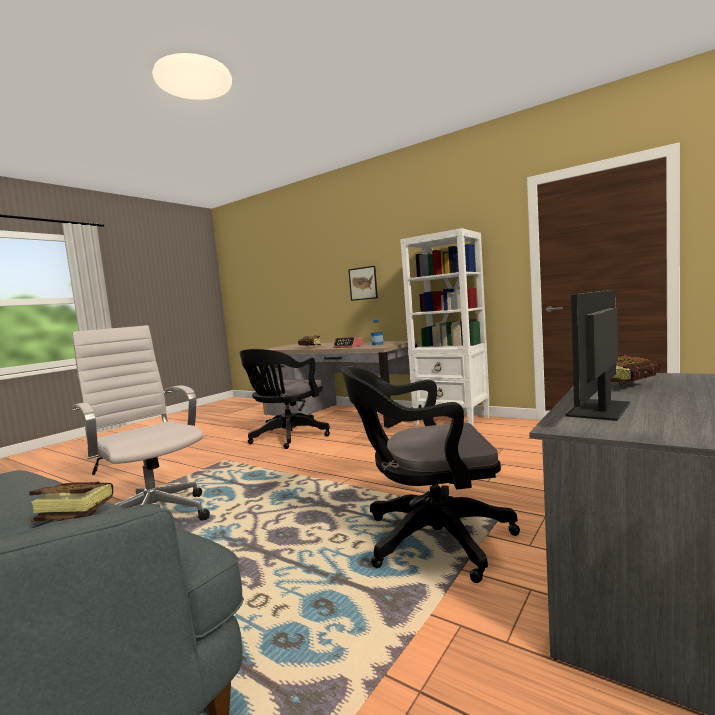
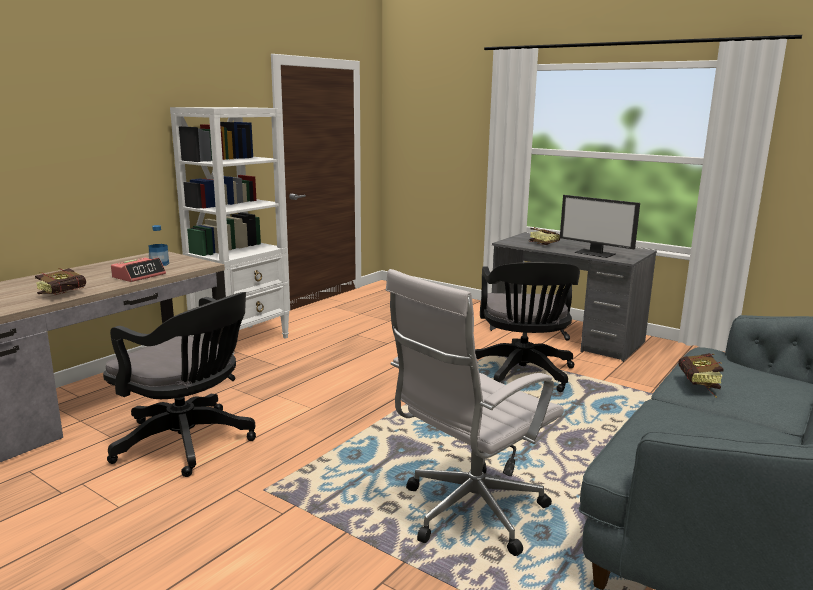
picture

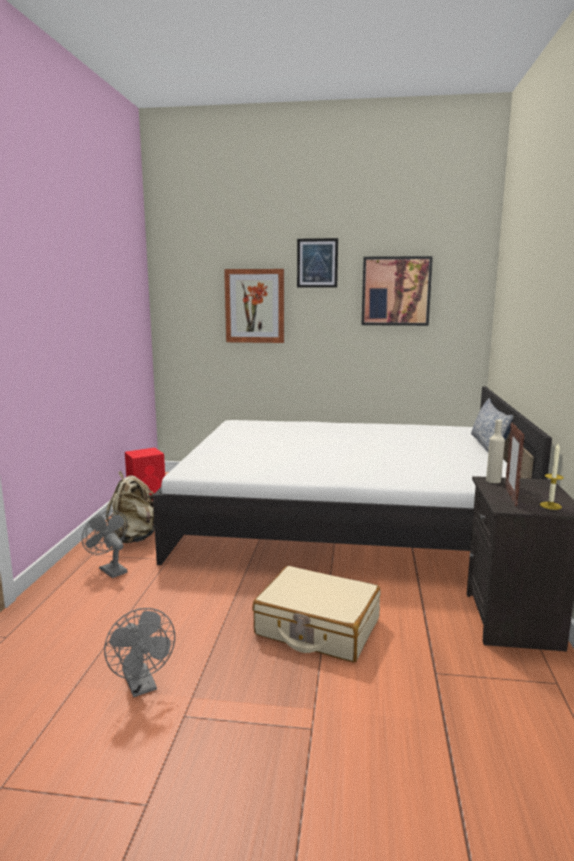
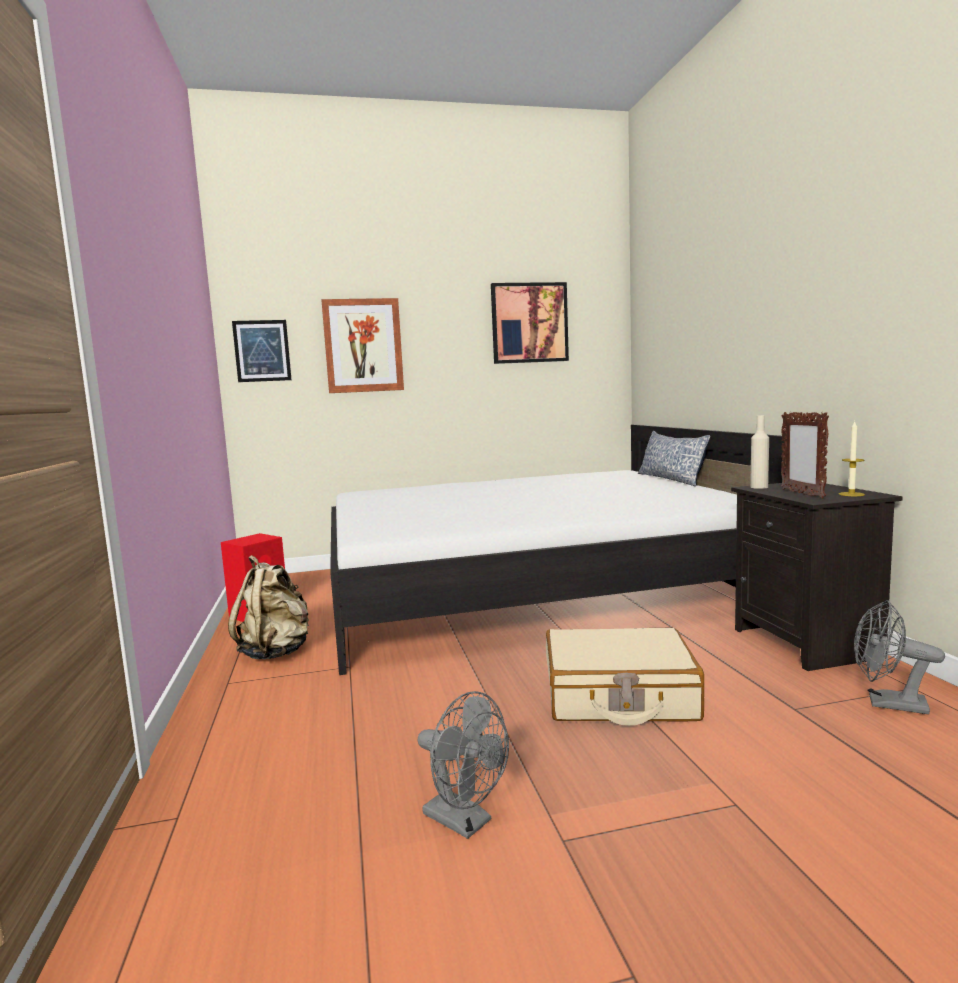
grey fan (2nd from left)
picture (1st from left)

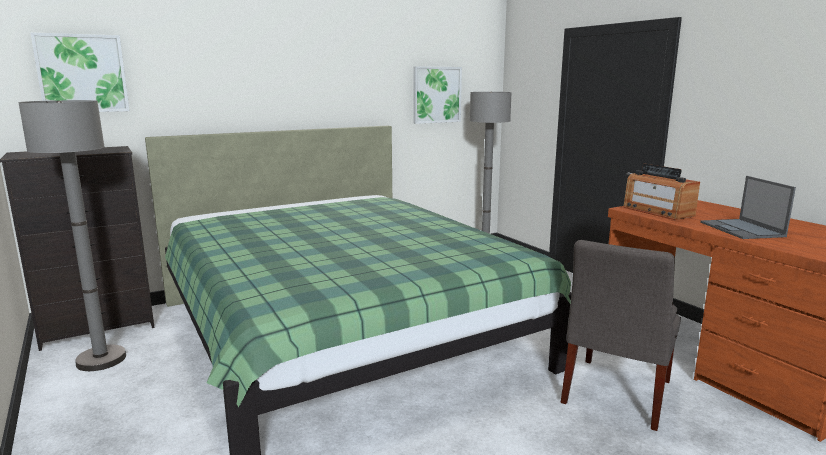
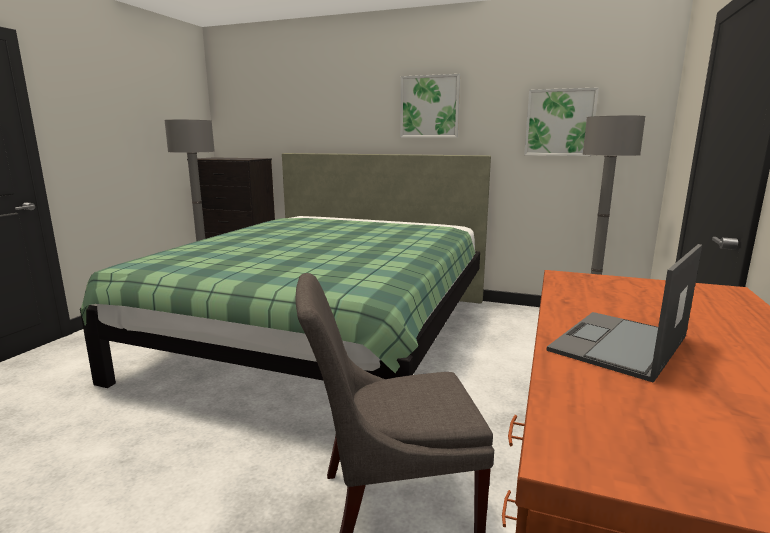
radio
picture (1st from left)

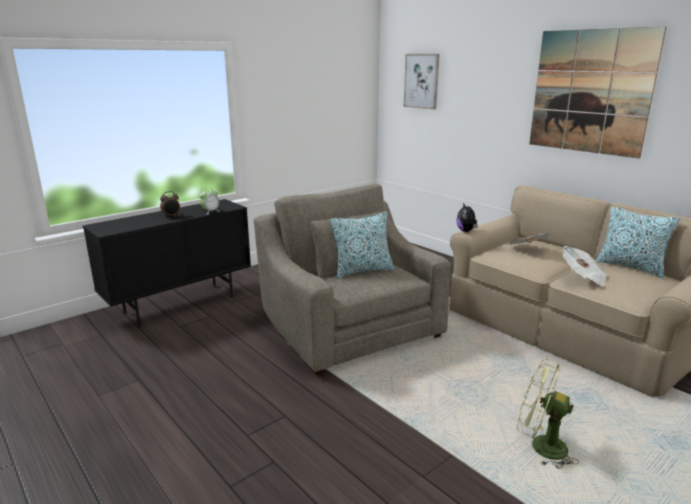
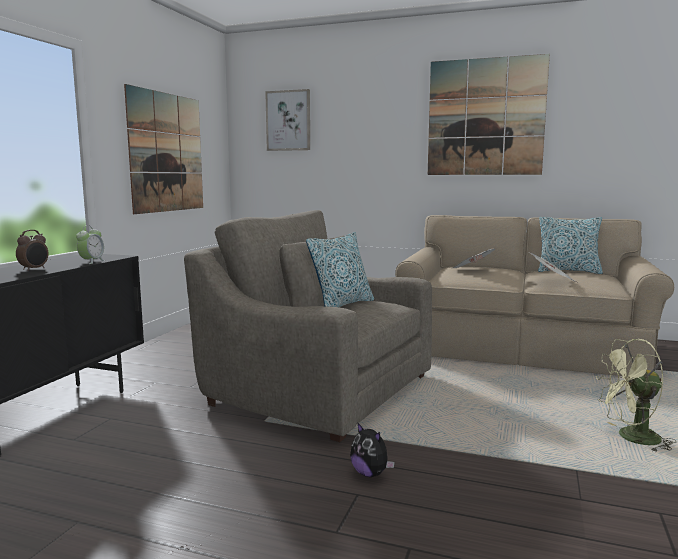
picture (1st from left)
plush toy

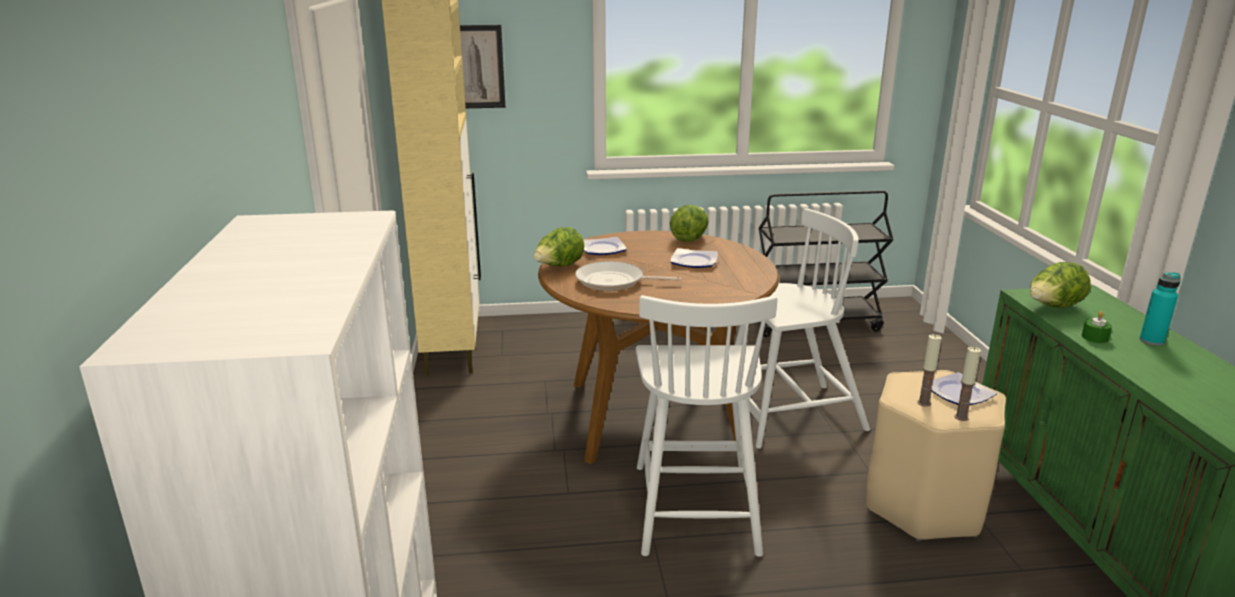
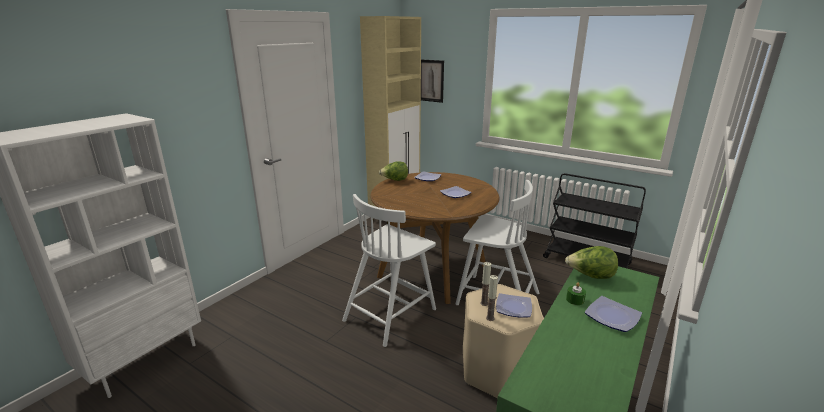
frying pan
lettuce (2nd from left in the first image)
plate (4th from left)

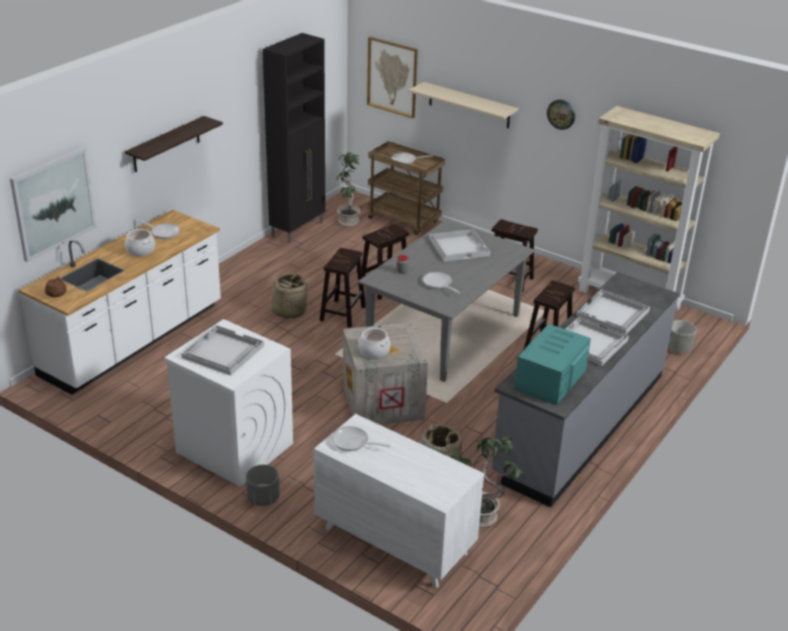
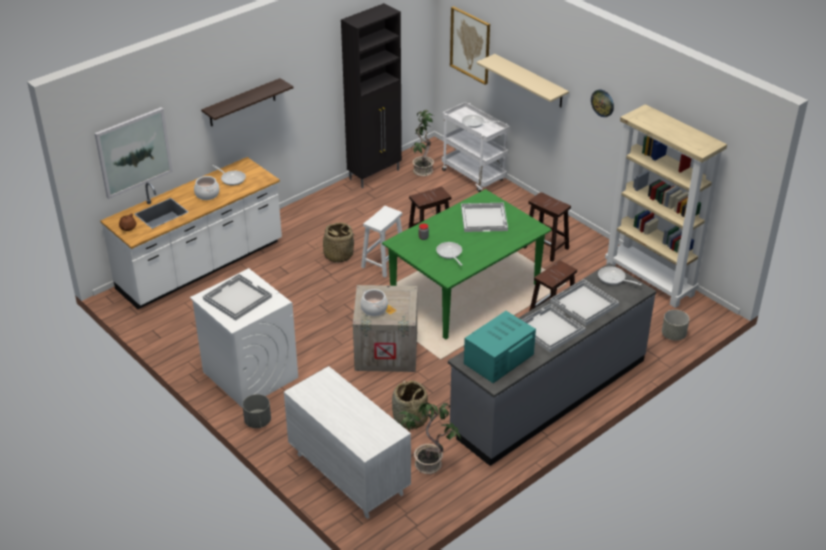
frying pan (4th from left)
white stool
green dining table
white cart

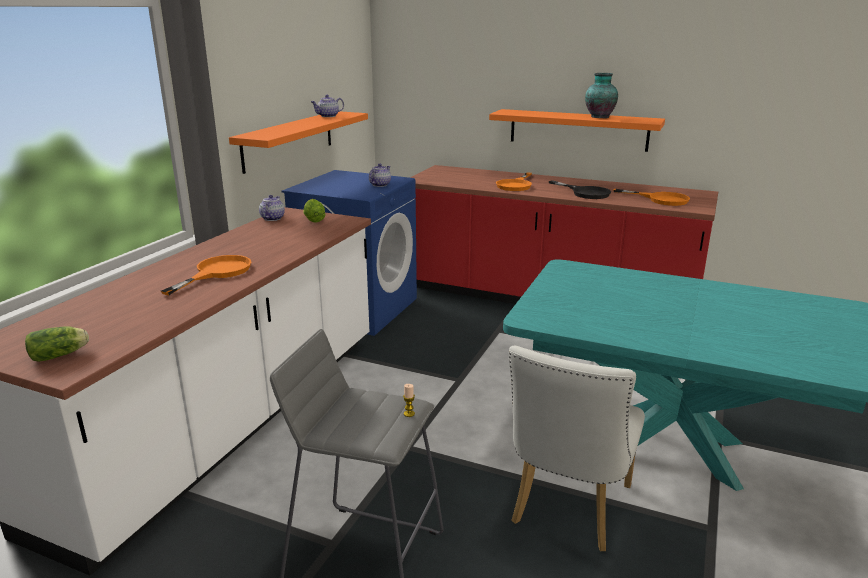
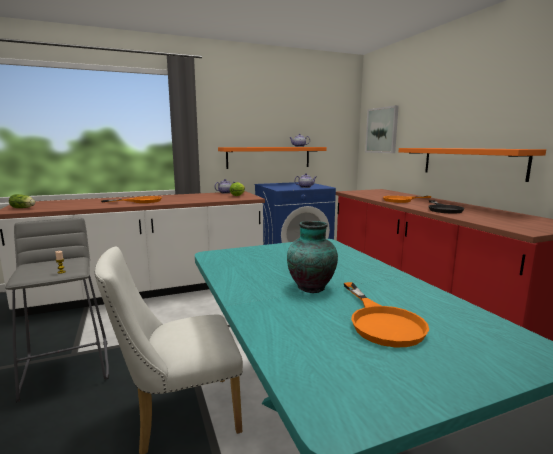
picture
vase
orange frying pan (2nd from left)

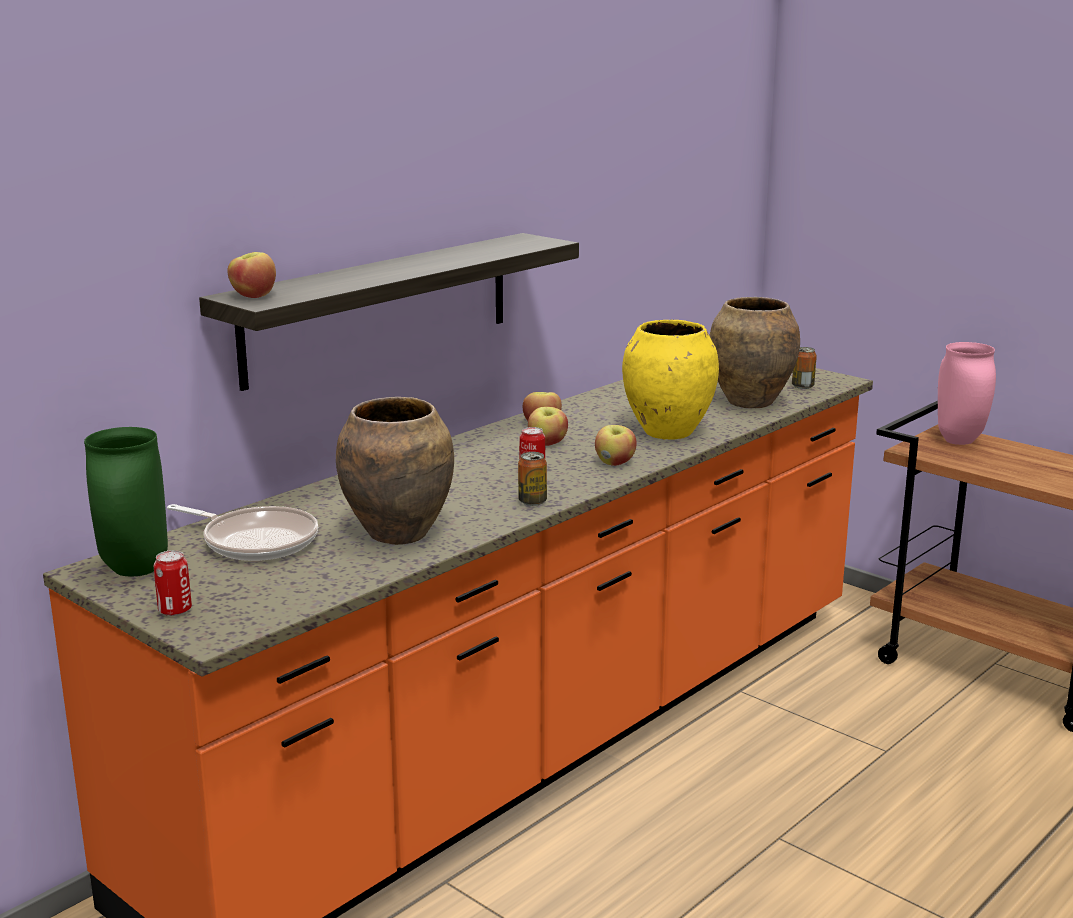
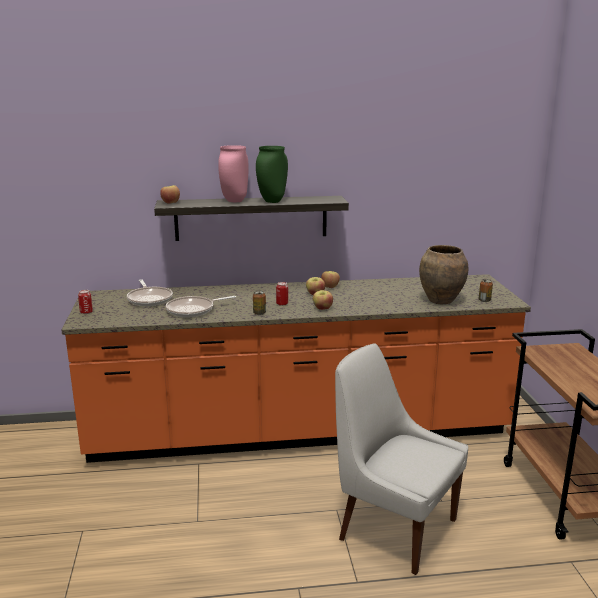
yellow vase
white chair
green vase
pink vase
frying pan (2nd from left)

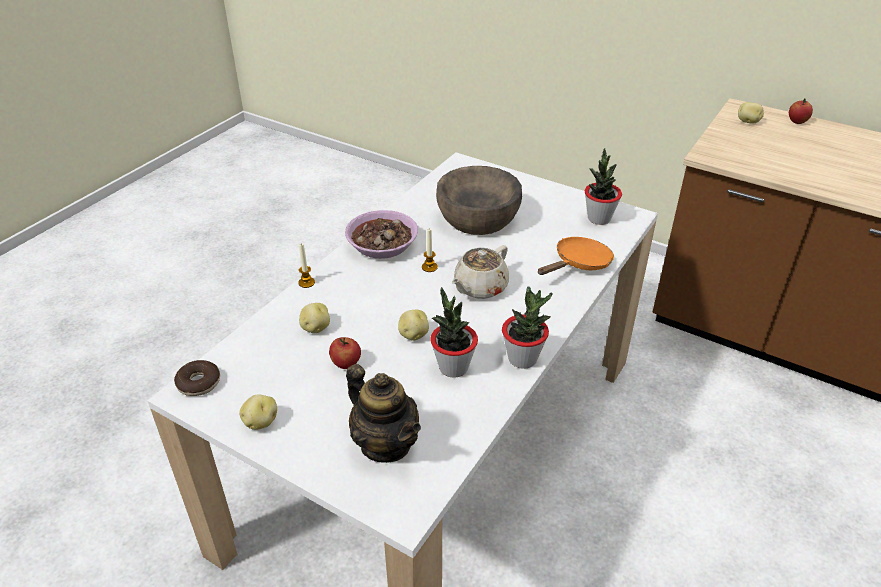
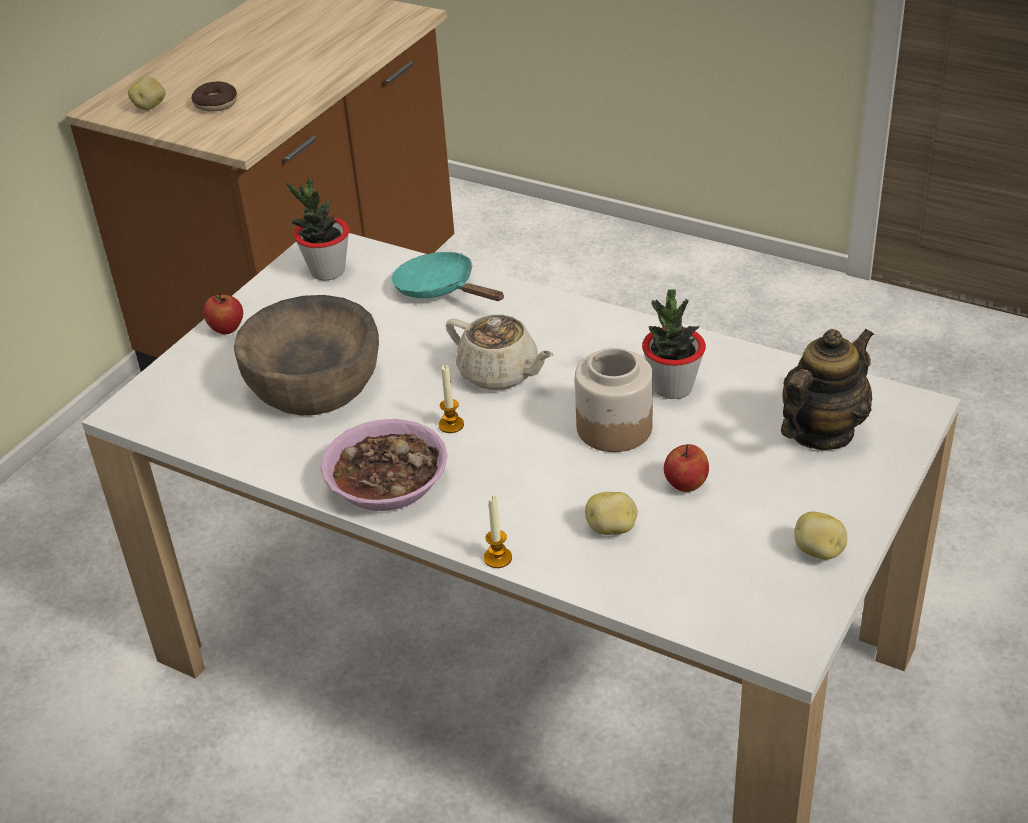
potted plant (2nd from left in the first image)
donut
apple (1st from left)
jar
turquoise frying pan

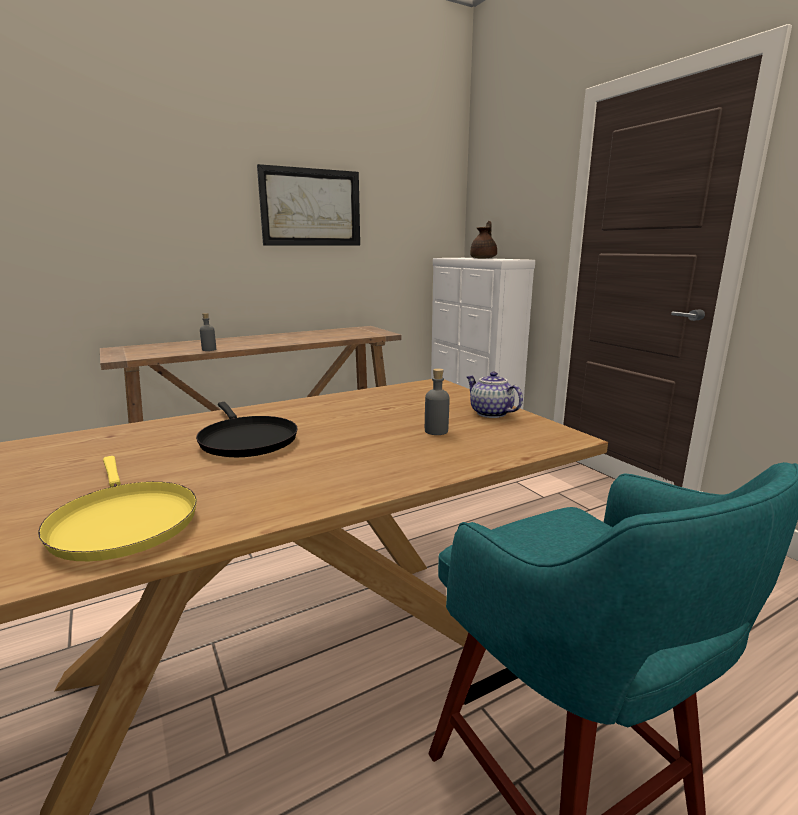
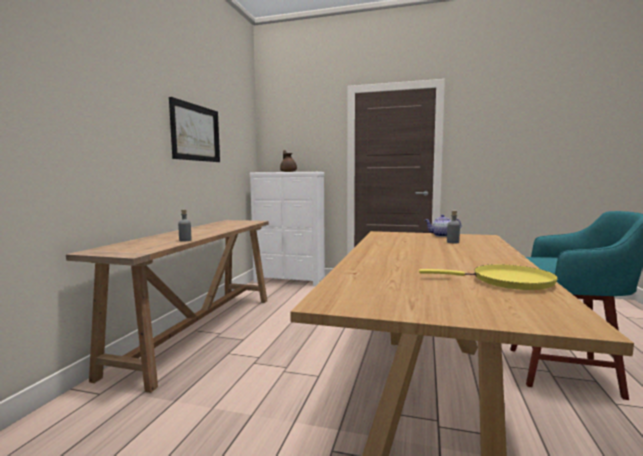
black frying pan

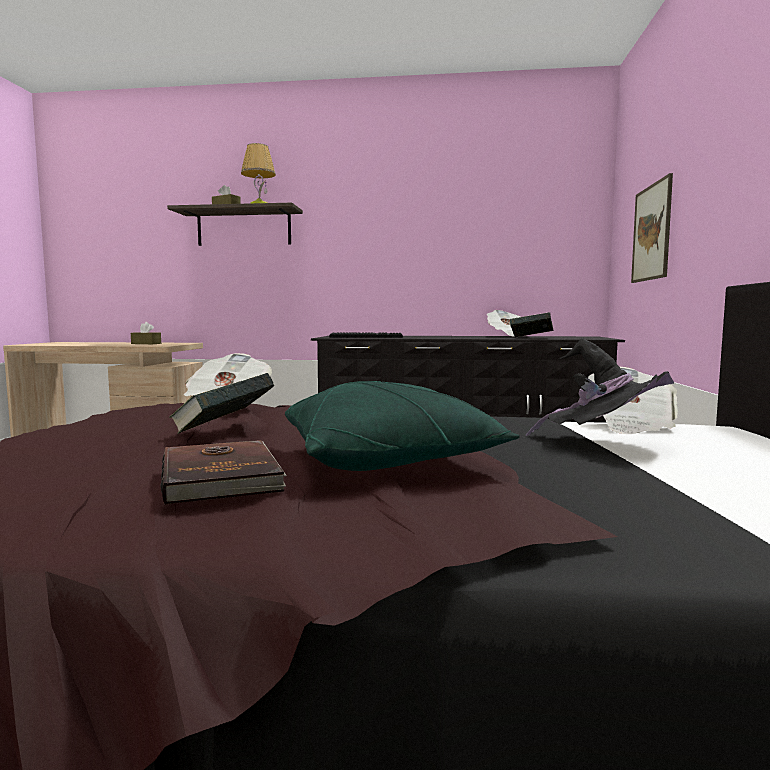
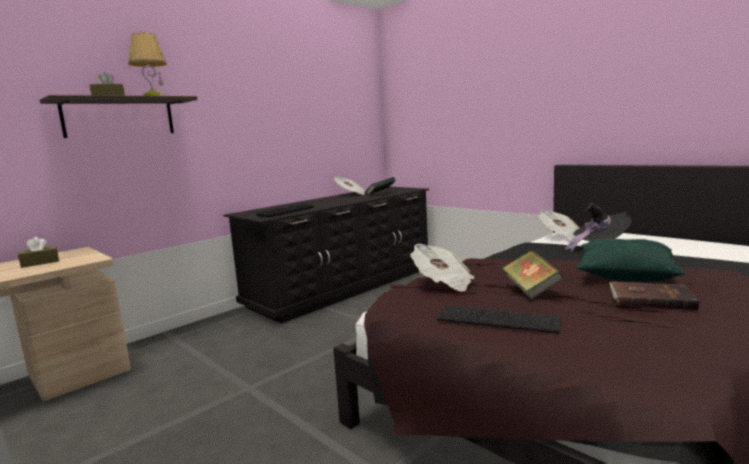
picture
keyboard (2nd from left)

